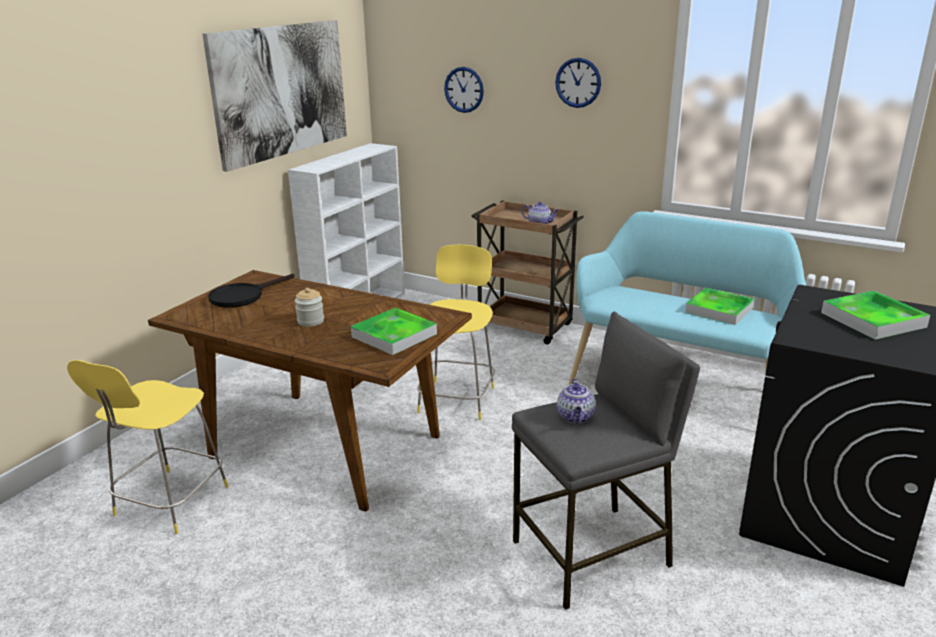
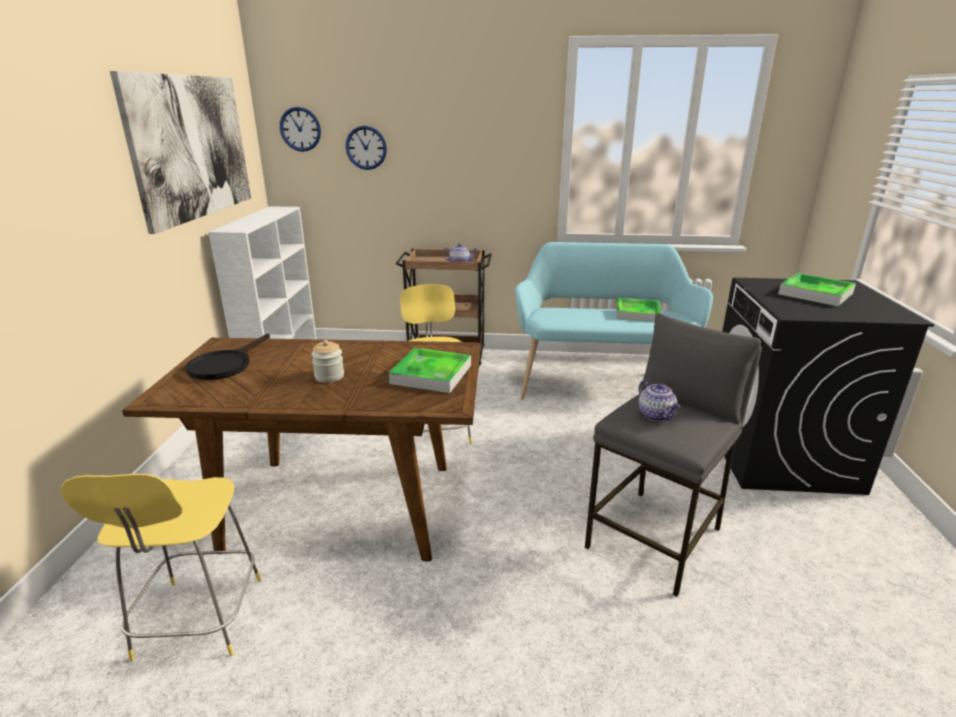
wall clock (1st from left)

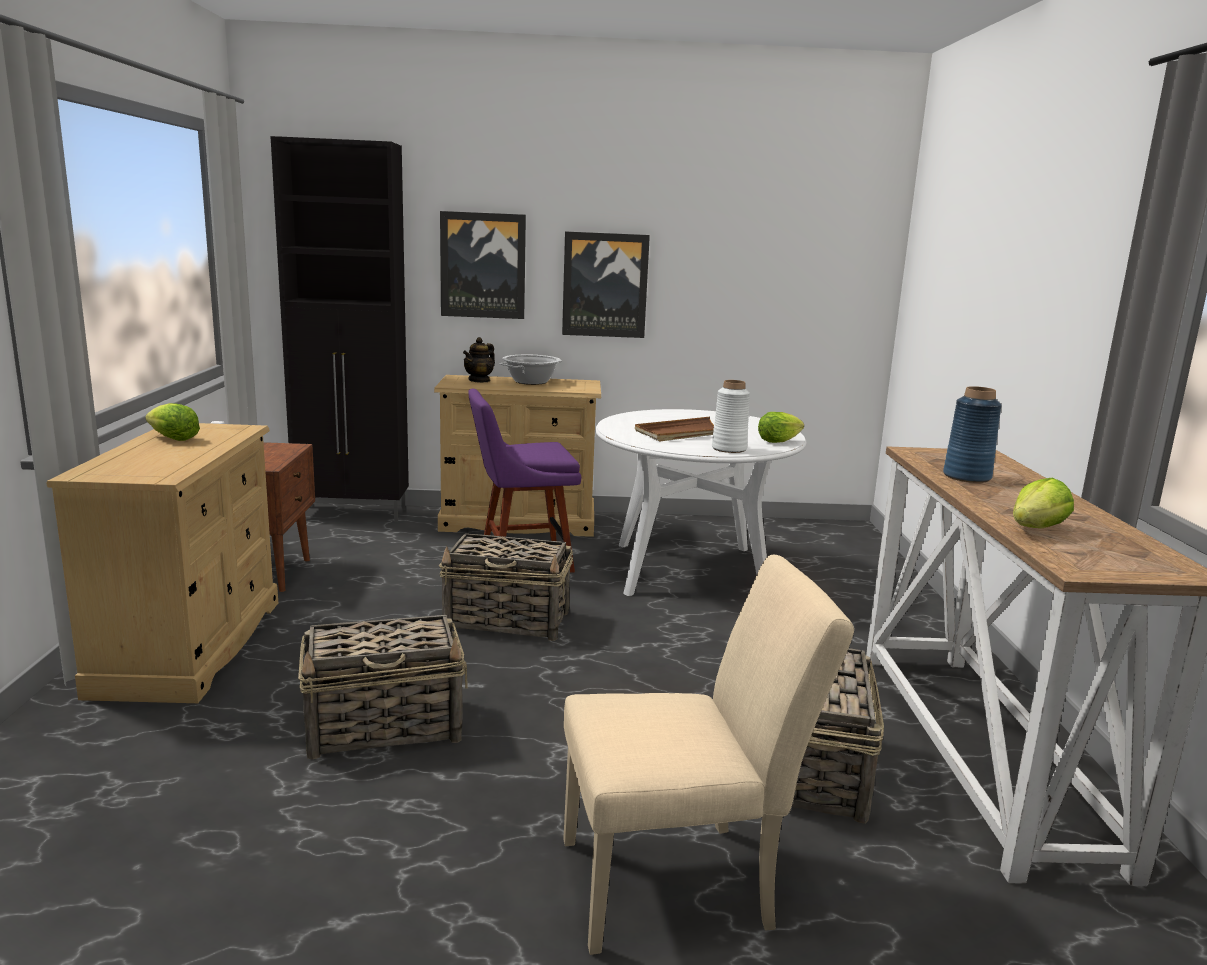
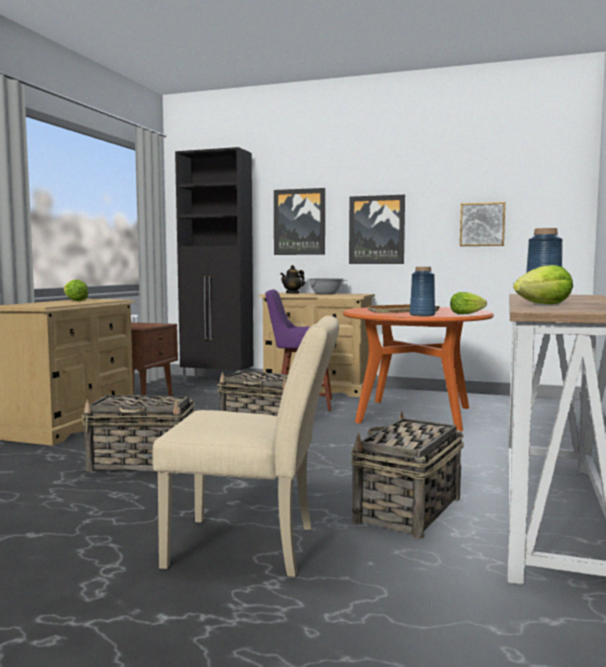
picture (3rd from left)
orange dining table
blue vase (1st from left)

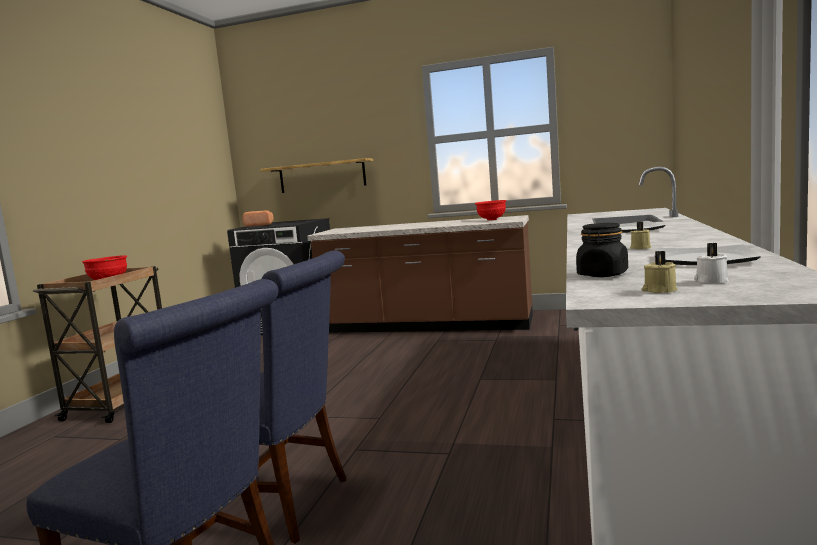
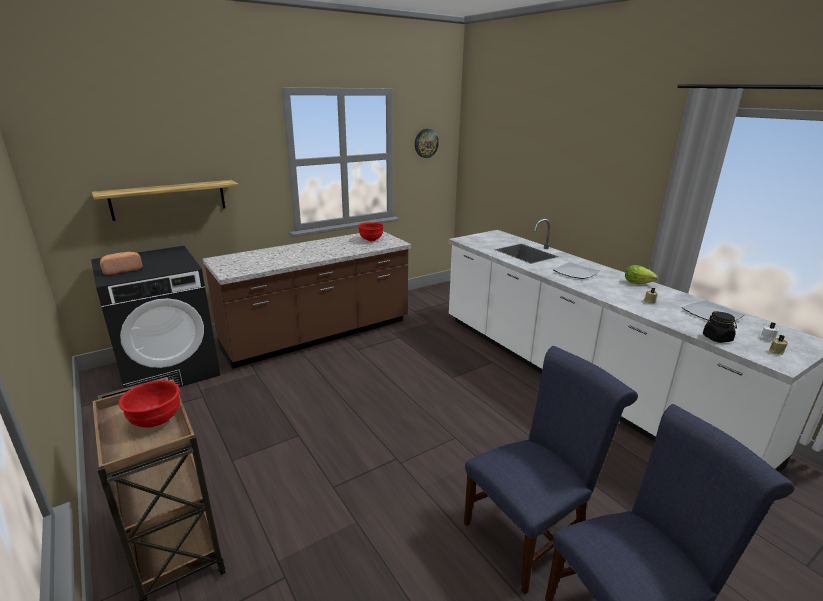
wall clock
lettuce

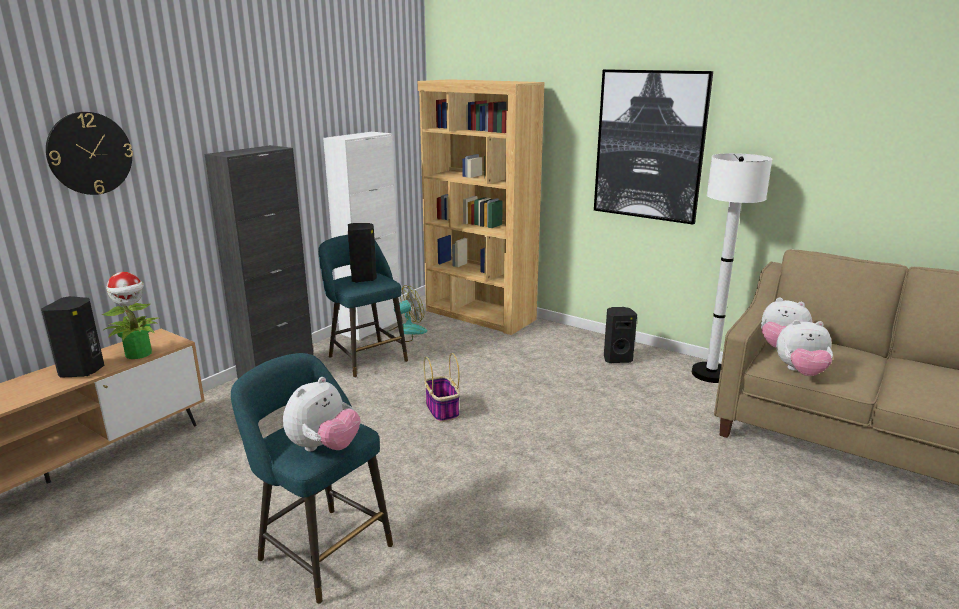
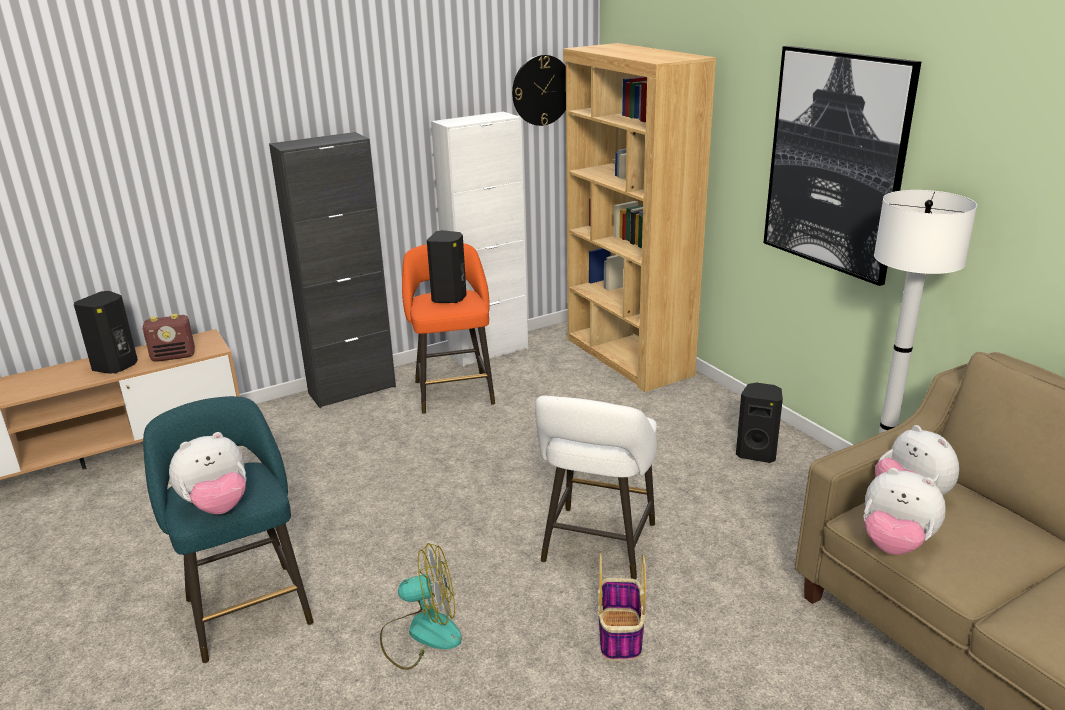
white stool
wall clock
fan
basket
radio
orange stool

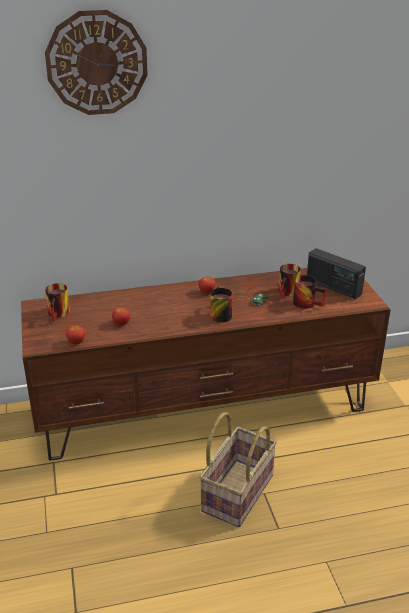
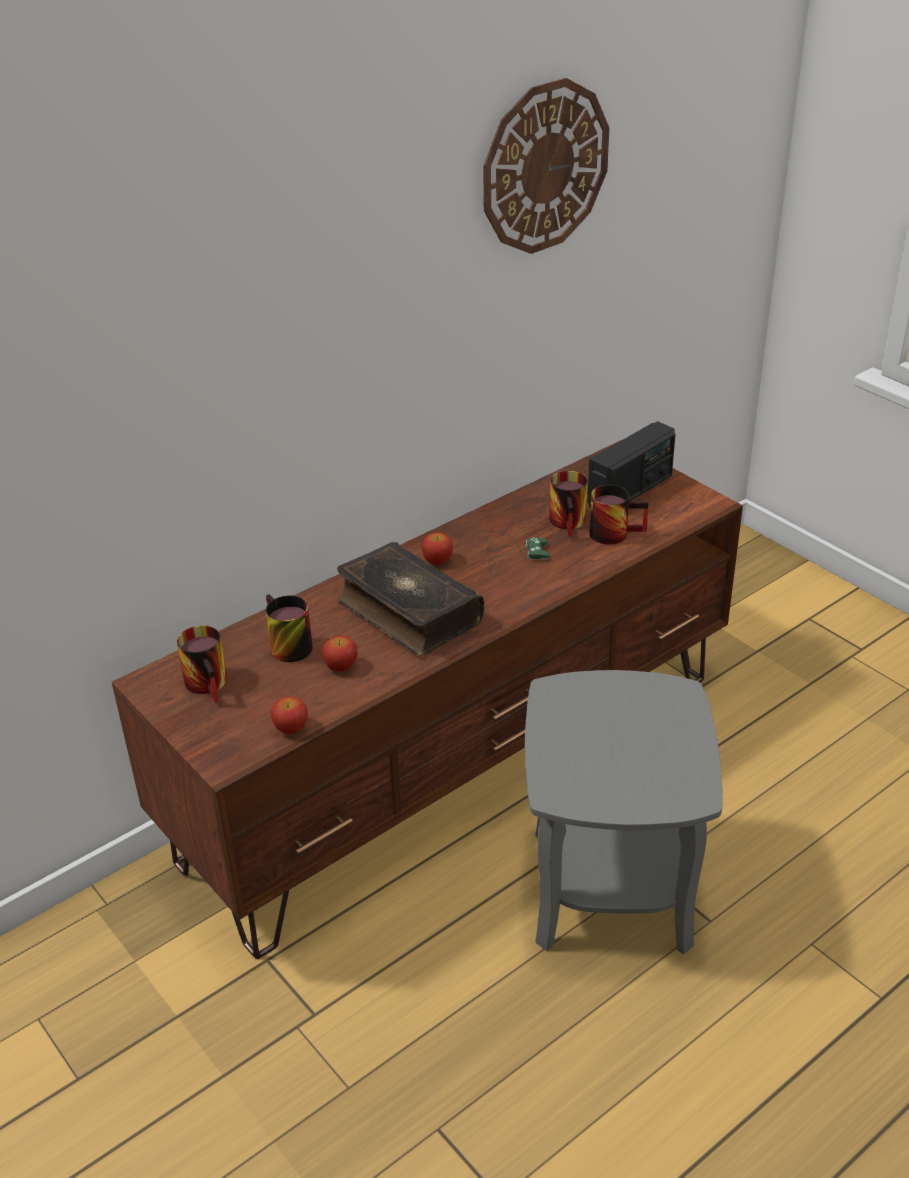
book
wall clock
mug (2nd from left)
grey side table
radio

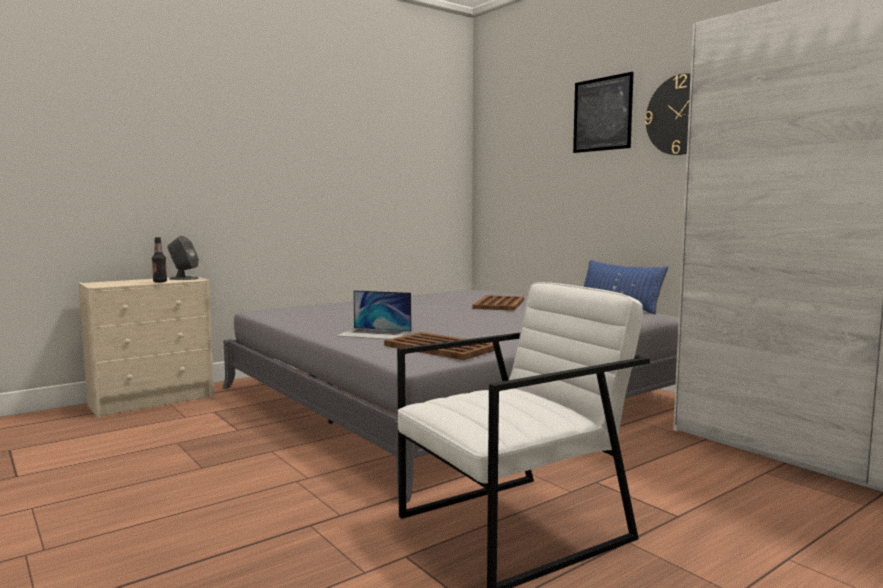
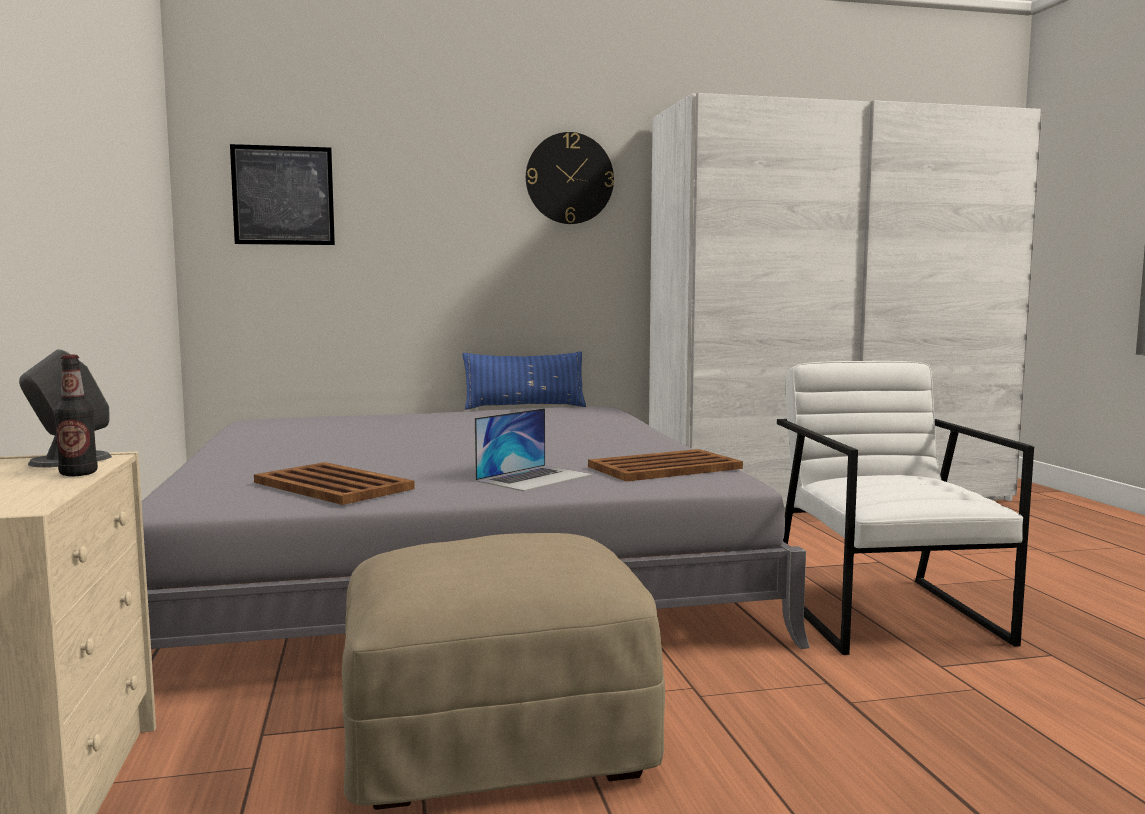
beige ottoman
brown tray (1st from left)
picture

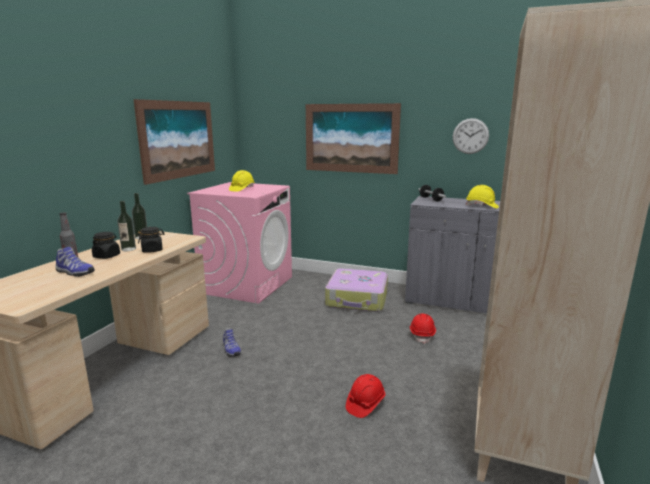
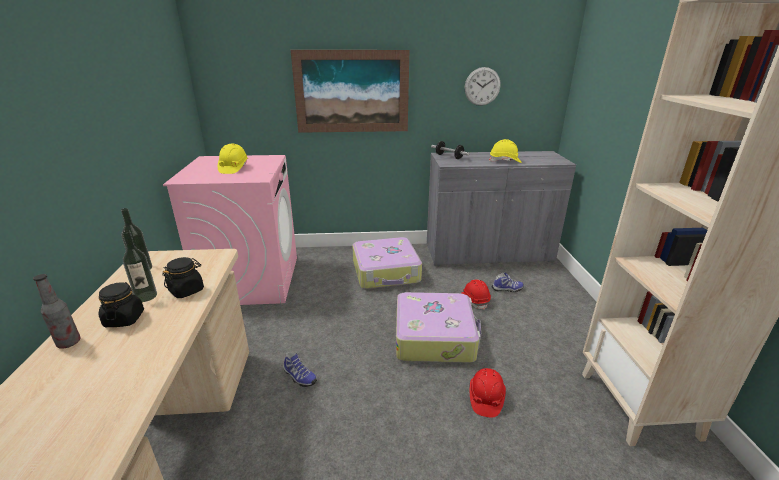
picture (1st from left in the first image)
suitcase (2nd from left)
shoe (2nd from left)

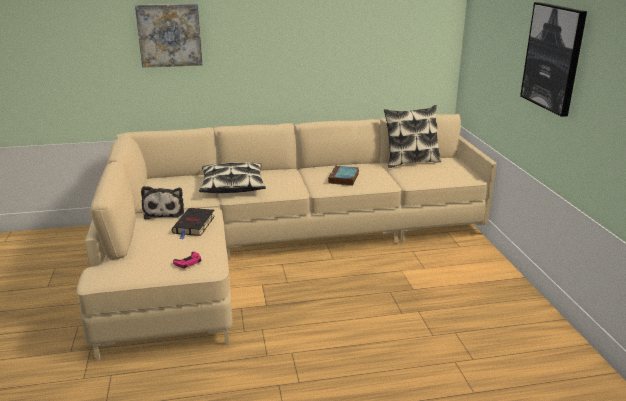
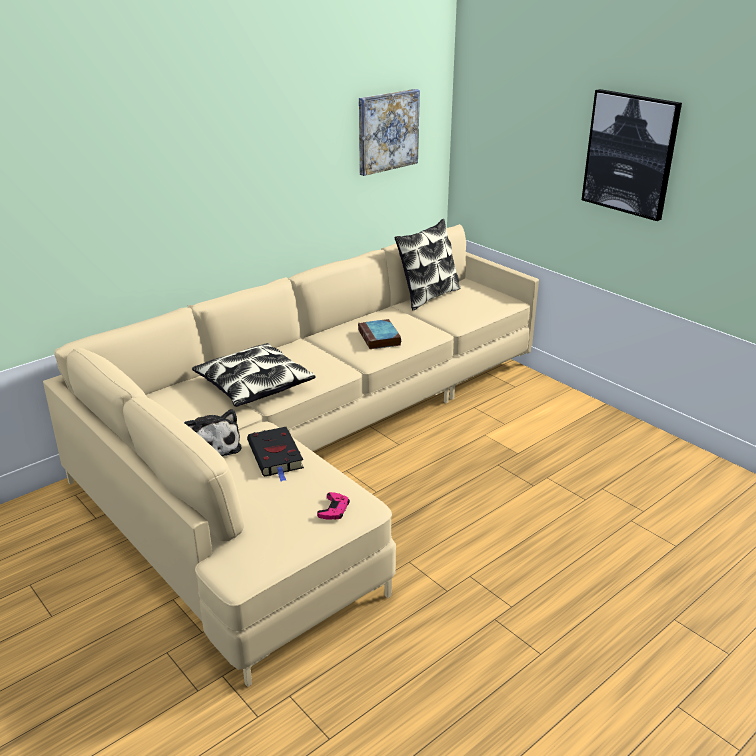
picture (1st from left)

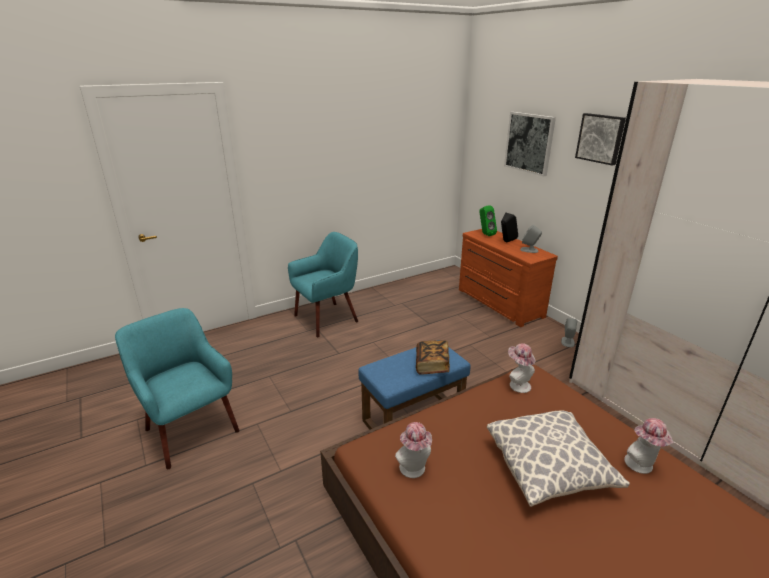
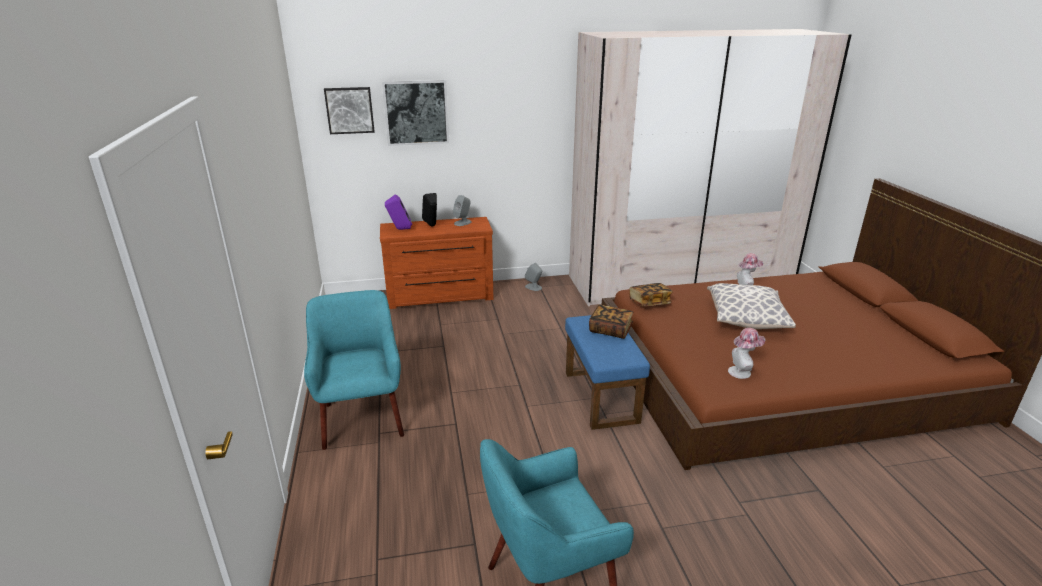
picture (1st from left)
book (2nd from left)
purple speaker

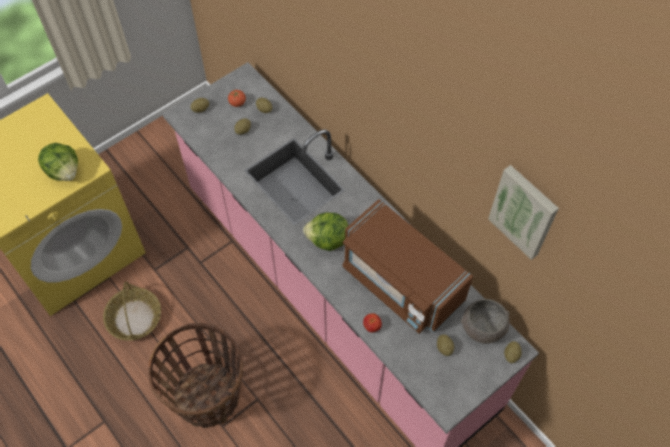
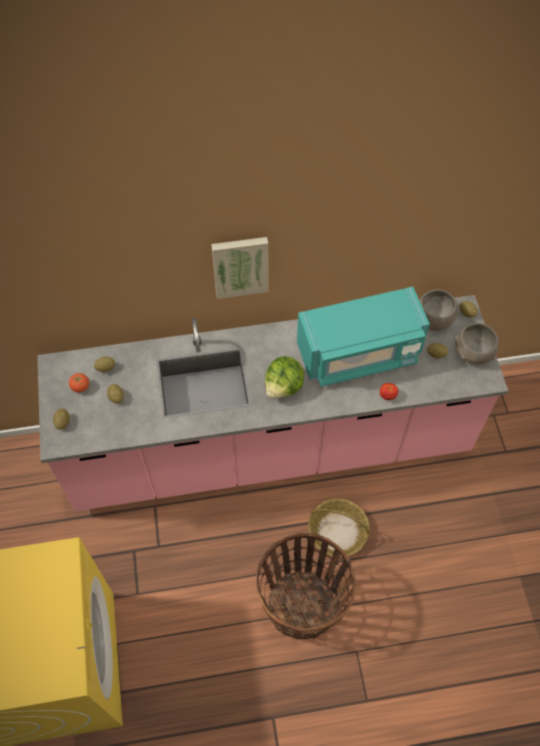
lettuce (1st from left in the first image)
grey bowl (2nd from left)
basket (2nd from left)
picture
turquoise microwave

